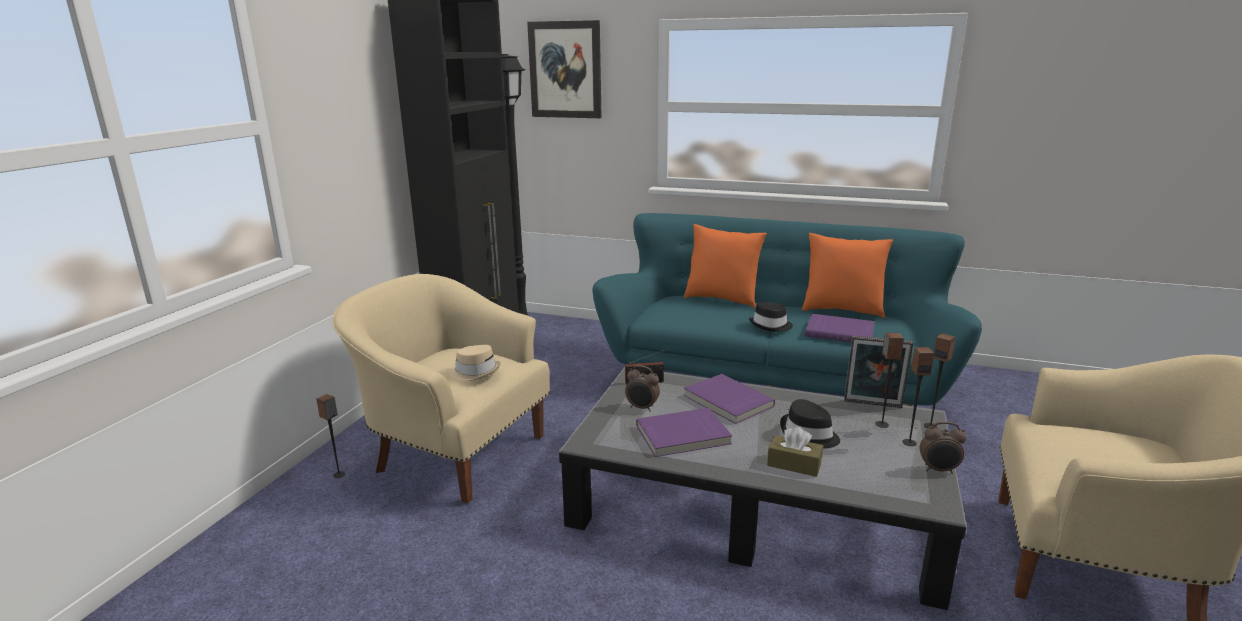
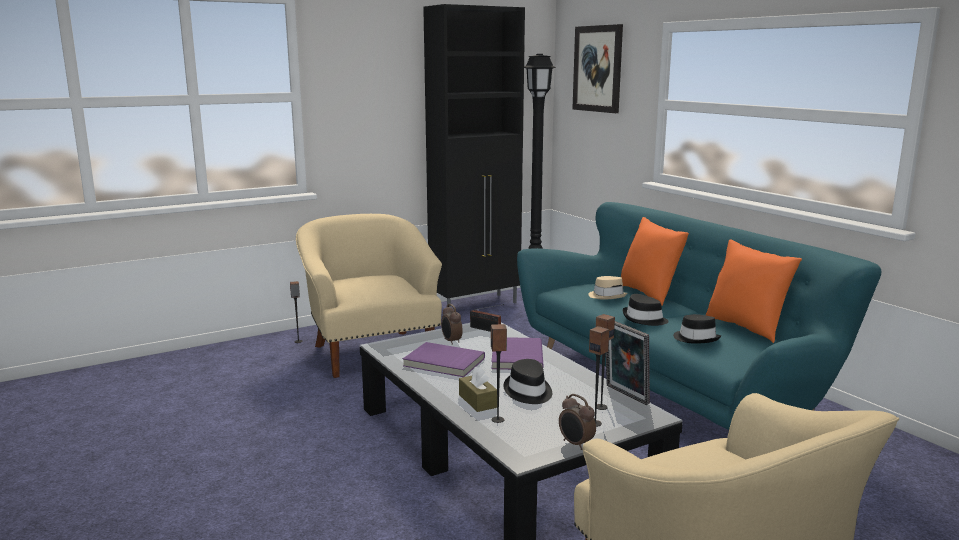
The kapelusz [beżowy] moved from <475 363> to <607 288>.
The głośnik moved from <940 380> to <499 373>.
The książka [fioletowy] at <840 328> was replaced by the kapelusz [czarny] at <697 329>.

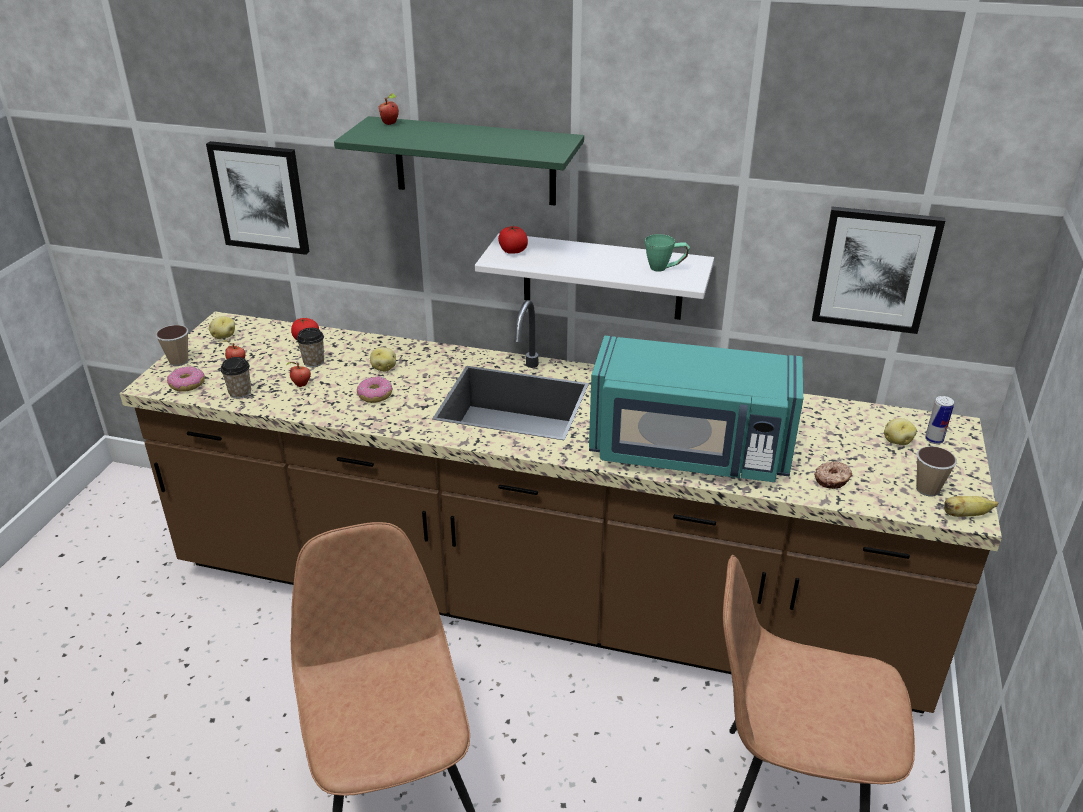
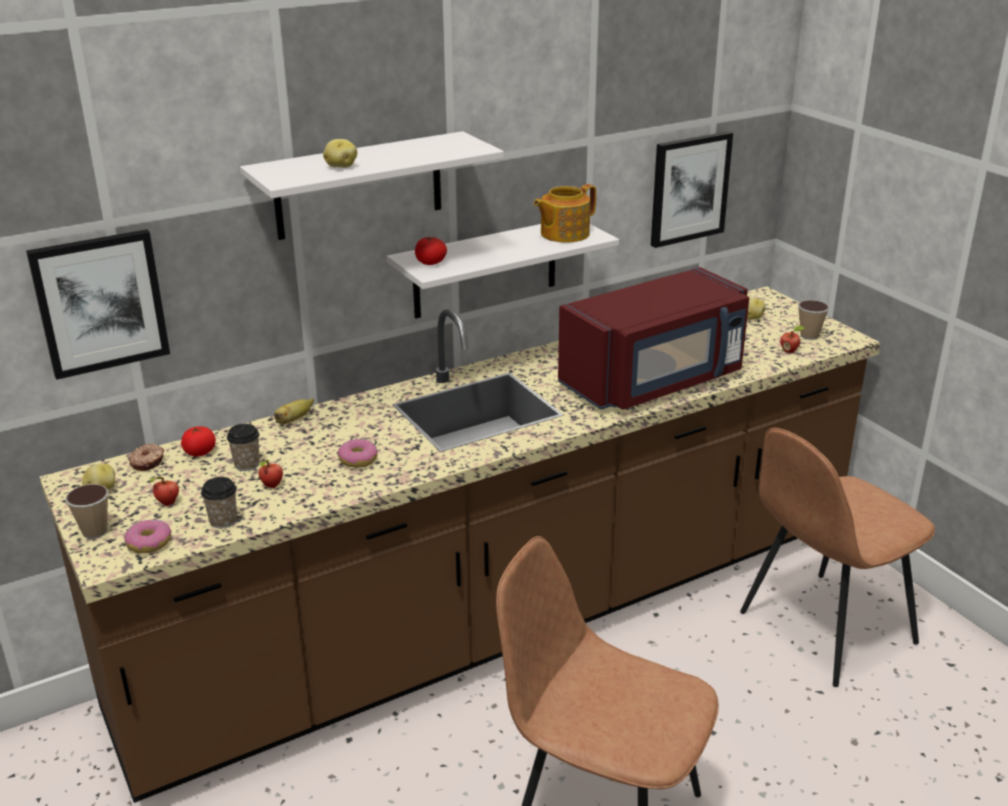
The puszka at <939 420> disappeared.
The ziemniak moved from <383 359> to <340 153>.
The jabłko moved from <389 109> to <792 339>.
The donut moved from <833 475> to <146 457>.
The banan moved from <971 506> to <294 411>.
The kubek [zielony] at <667 253> was replaced by the imbryk at <564 213>.
The półka [zielony] at <459 161> became the półka [biały] at <372 185>.
The mikrofalówka [turkusowy] at <696 409> became the mikrofalówka [czerwony] at <653 338>.

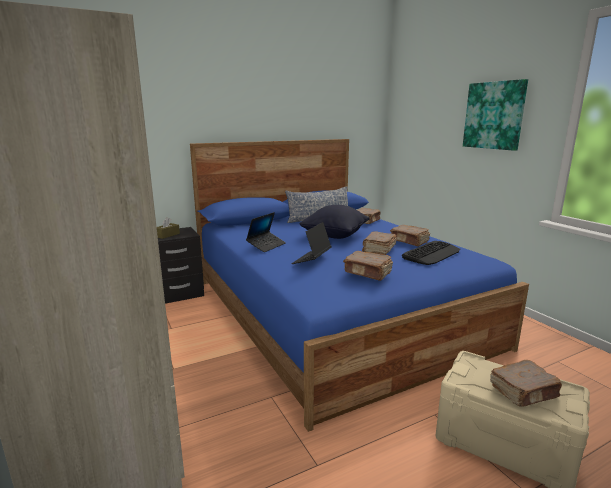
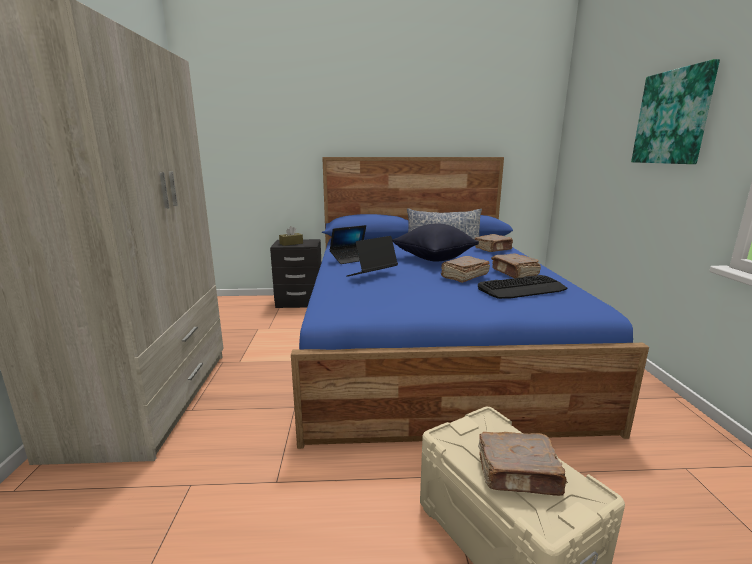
The książka [brązowy] at <368 266> disappeared.

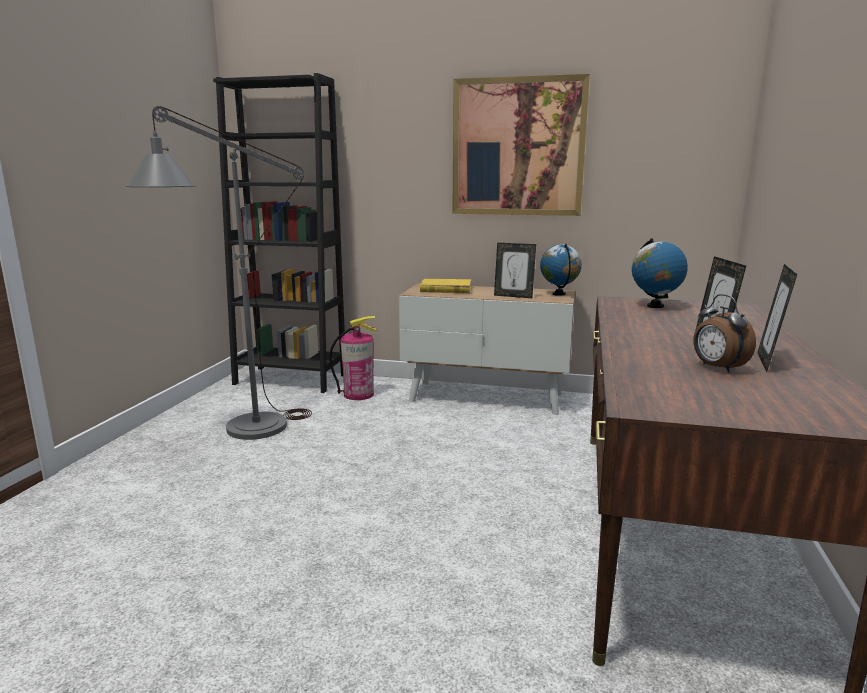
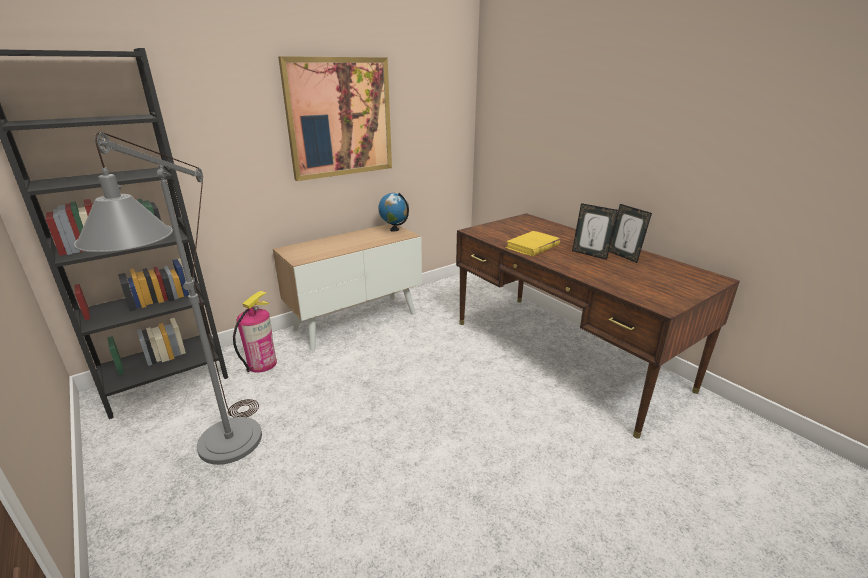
The ramka na zdjęcie at <515 270> disappeared.
The globus at <660 273> disappeared.
The budzik at <724 333> disappeared.
The książka [żółty] moved from <445 286> to <532 244>.

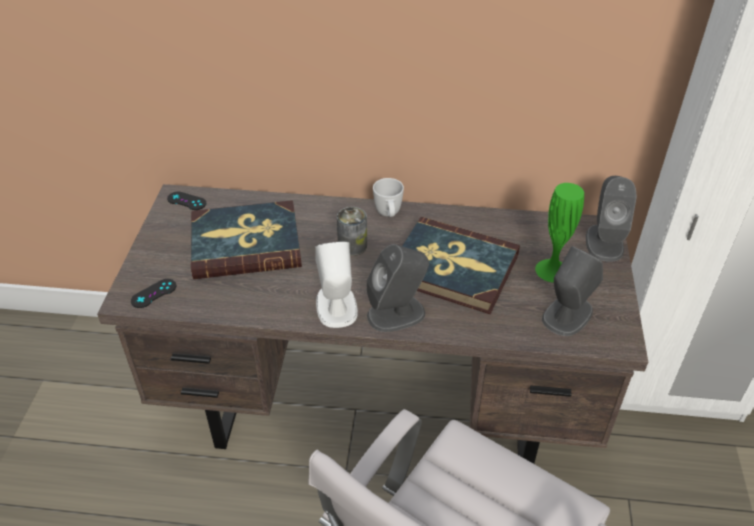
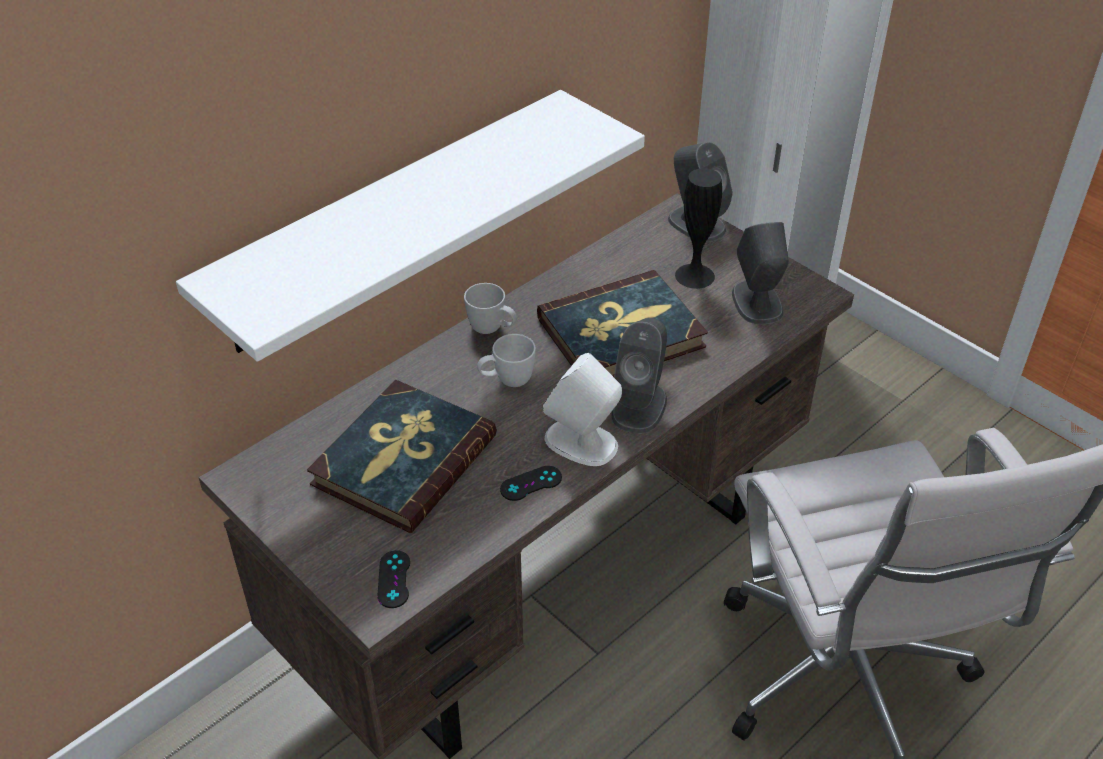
The półka [biały] at <410 226> appeared.
The pad do gier [czarny] moved from <186 200> to <531 483>.
The puszka at <352 231> was replaced by the kubek [biały] at <506 360>.
The wazon [zielony] at <559 232> became the wazon [czarny] at <698 228>.

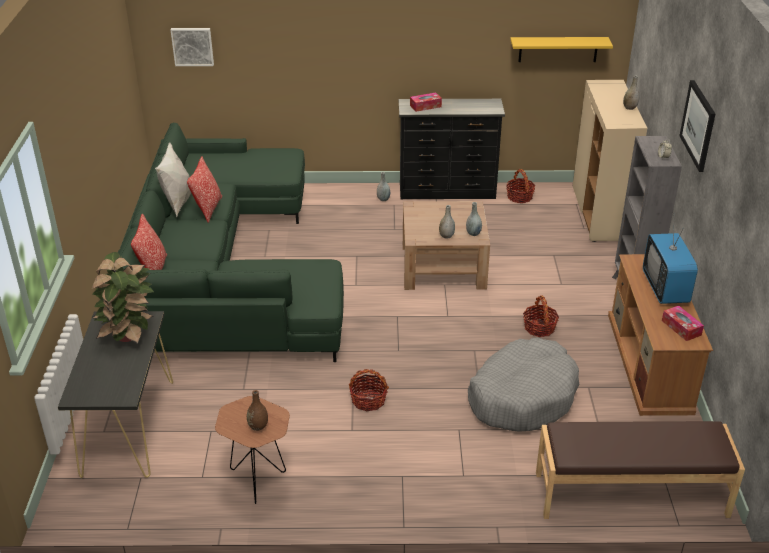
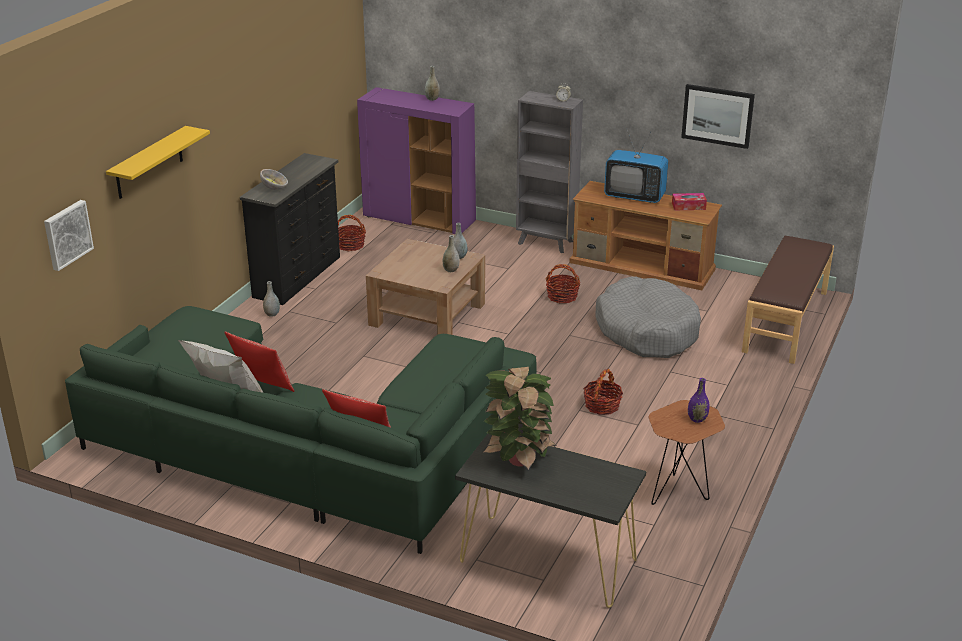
The półka [żółty] moved from <561 49> to <158 162>.
The obraz moved from <697 126> to <718 116>.
The pudełko chusteczek at <426 102> was replaced by the miska at <274 179>.
The wazon [brązowy] at <257 410> became the wazon [fioletowy] at <698 400>.
The szafka [beżowy] at <610 161> became the szafka [fioletowy] at <416 160>.

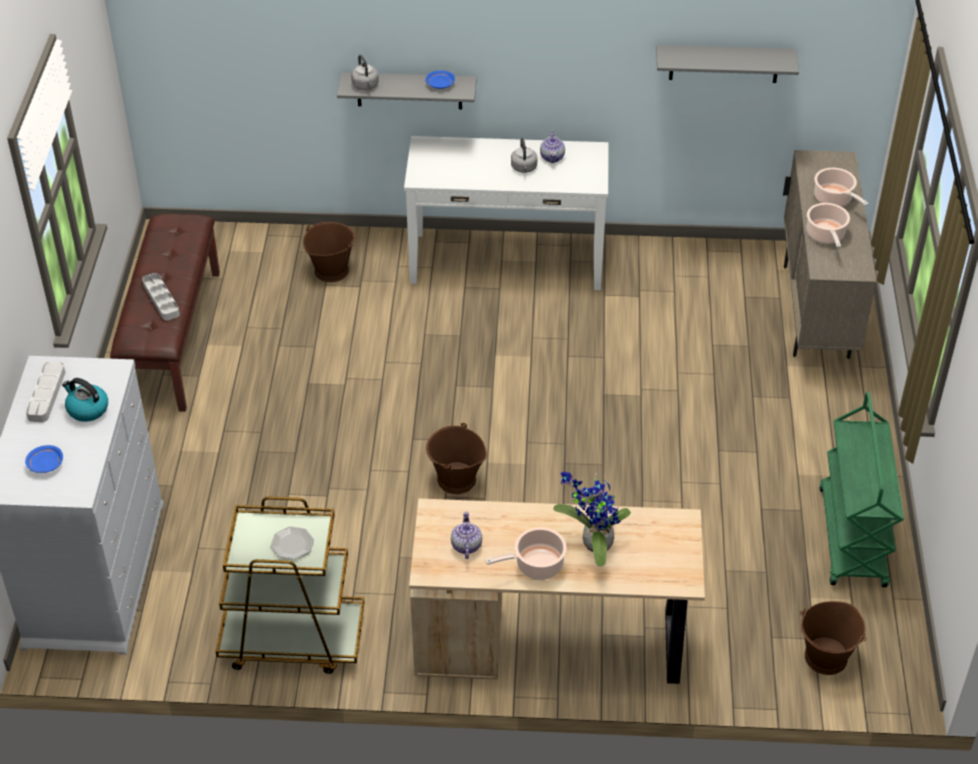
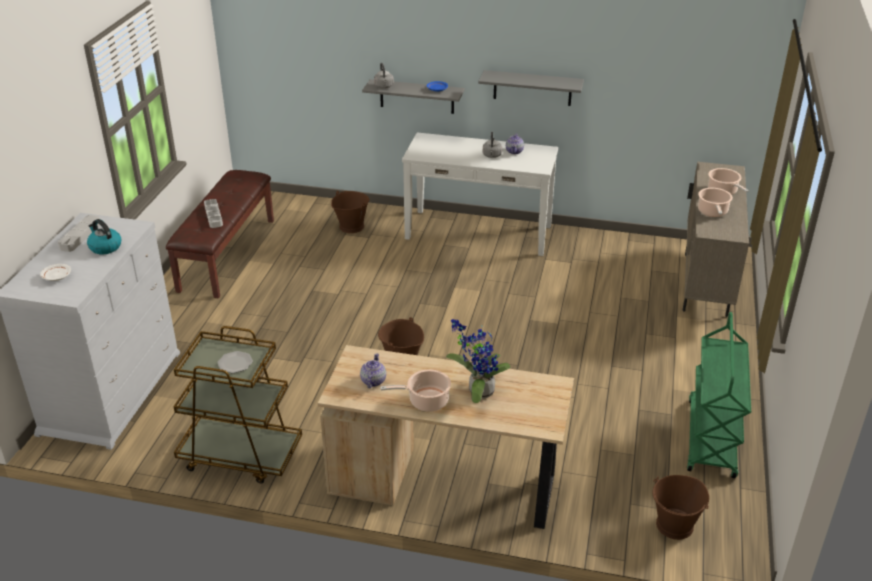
The półka [szary] moved from <727 64> to <531 88>.
The talerz [niebieski] at <44 459> became the talerz [biały] at <55 272>.

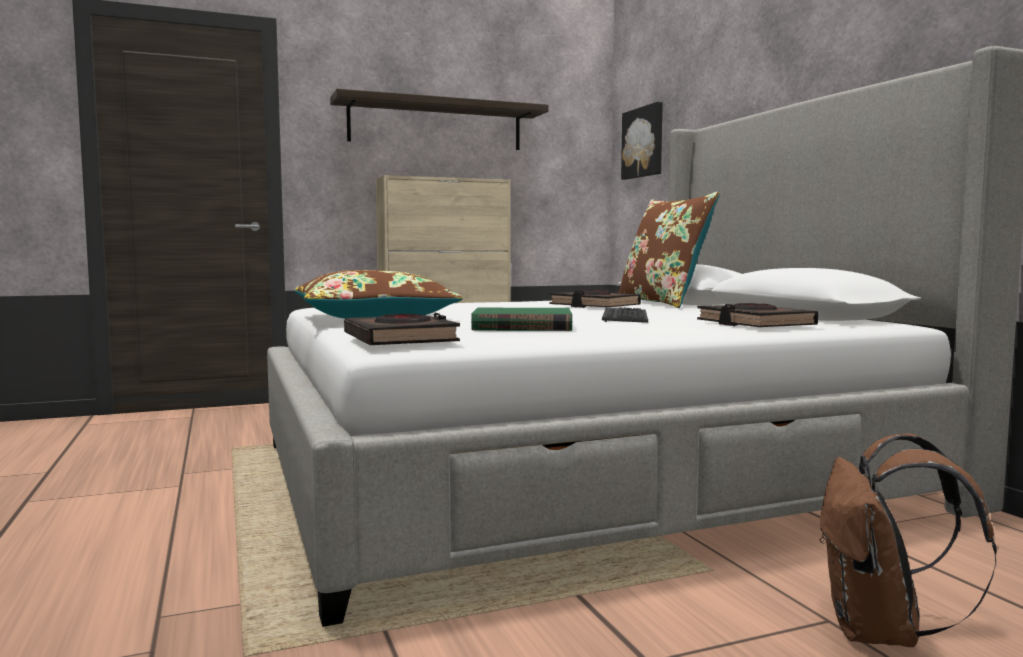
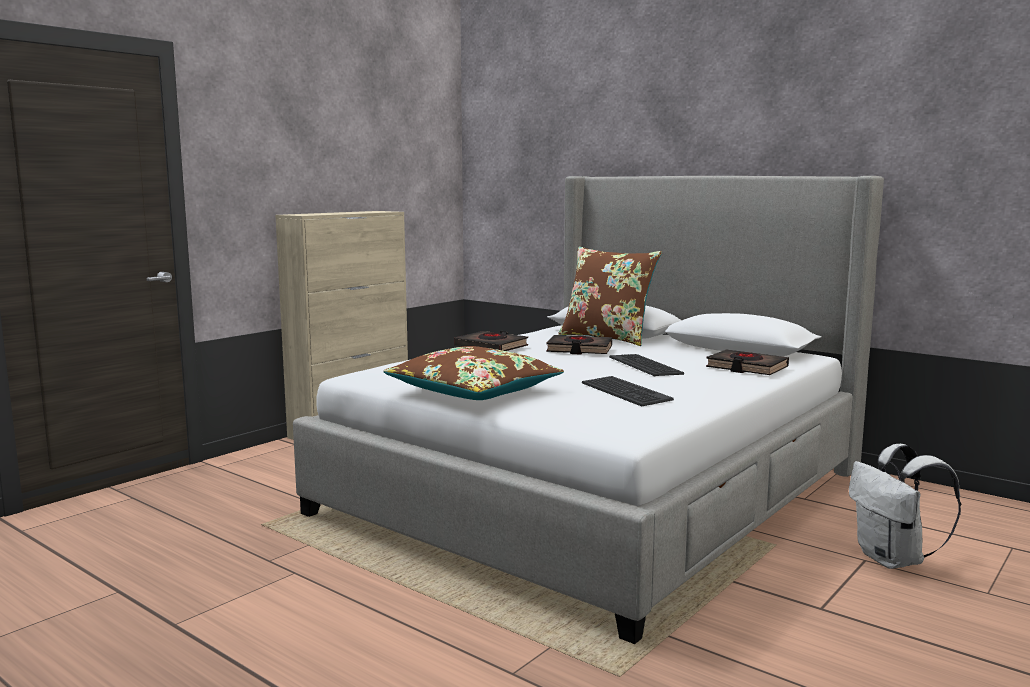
The półka at <439 119> disappeared.
The obraz at <642 141> disappeared.
The książka [czarny] moved from <402 329> to <491 341>.
The książka [zielony] at <521 319> was replaced by the klawiatura at <628 391>.
The plecak [brązowy] at <908 540> became the plecak [biały] at <905 506>.

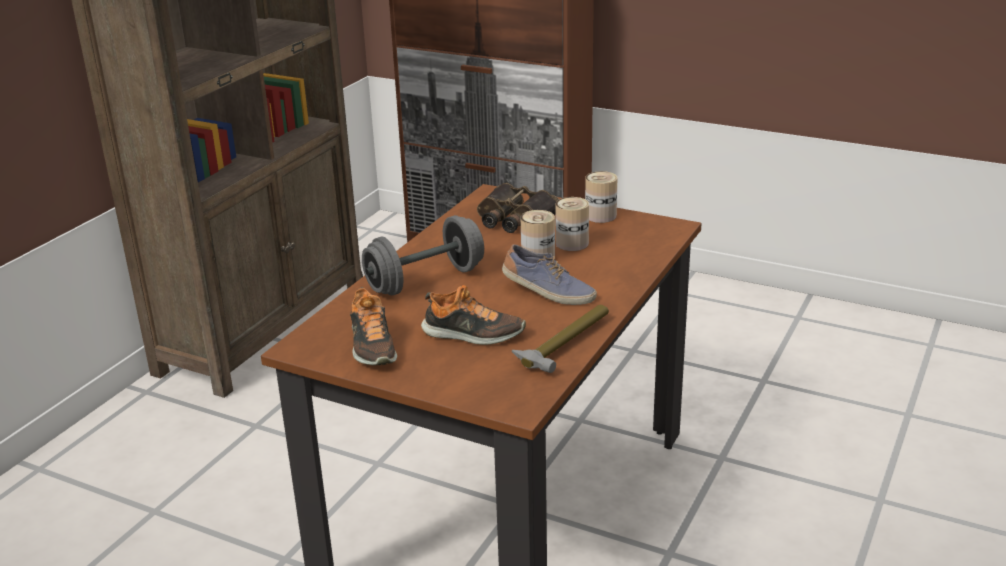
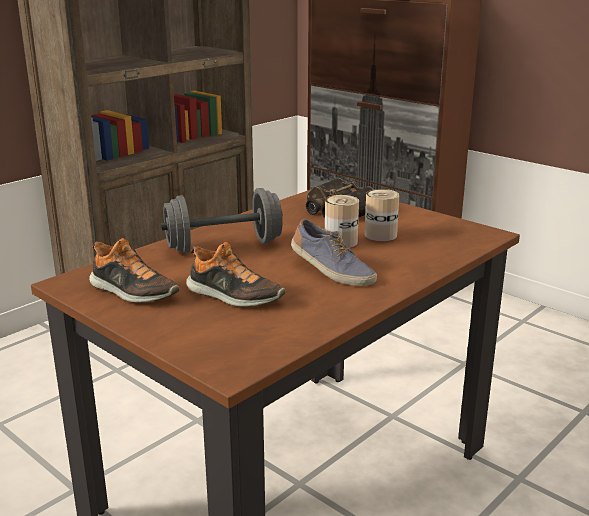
The młotek at <560 339> disappeared.
The puszka at <601 197> disappeared.
The but at <373 326> turned 60 degrees counterclockwise.

